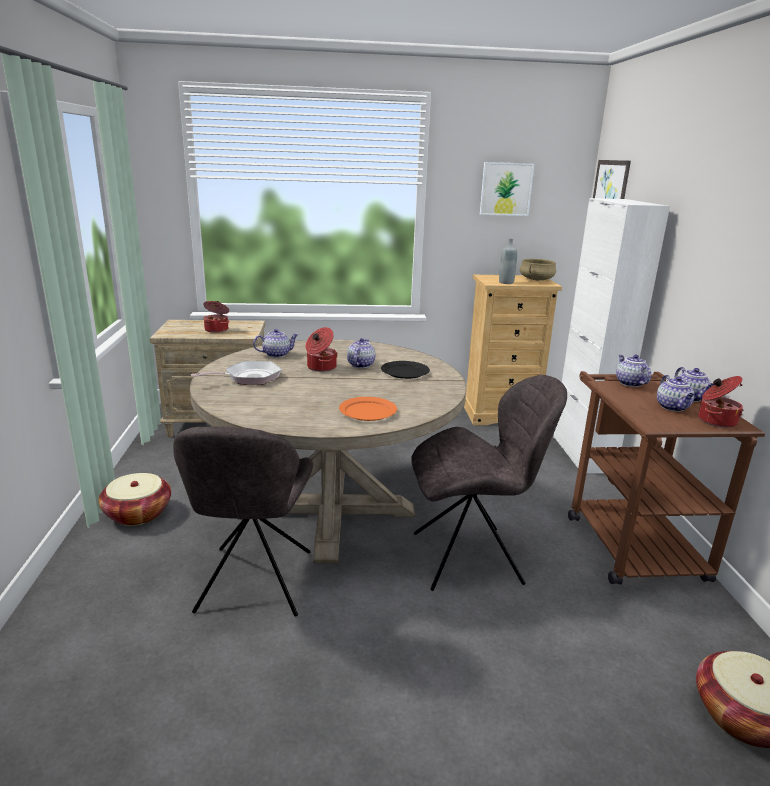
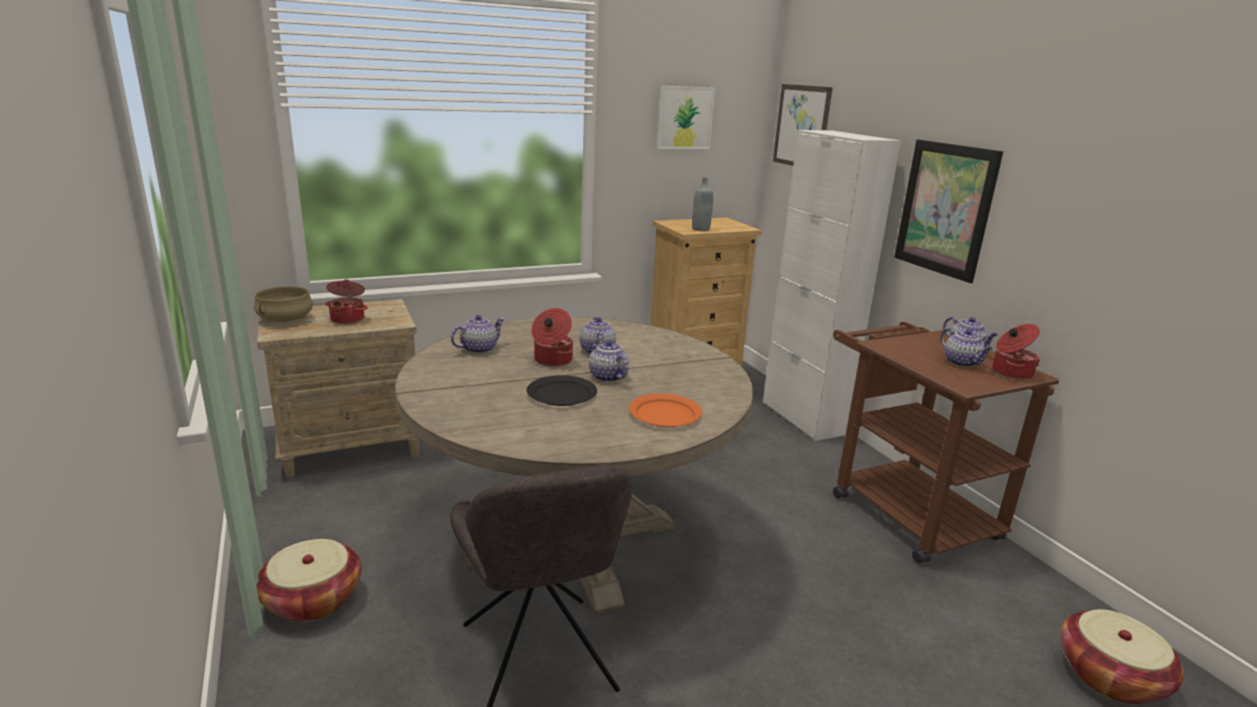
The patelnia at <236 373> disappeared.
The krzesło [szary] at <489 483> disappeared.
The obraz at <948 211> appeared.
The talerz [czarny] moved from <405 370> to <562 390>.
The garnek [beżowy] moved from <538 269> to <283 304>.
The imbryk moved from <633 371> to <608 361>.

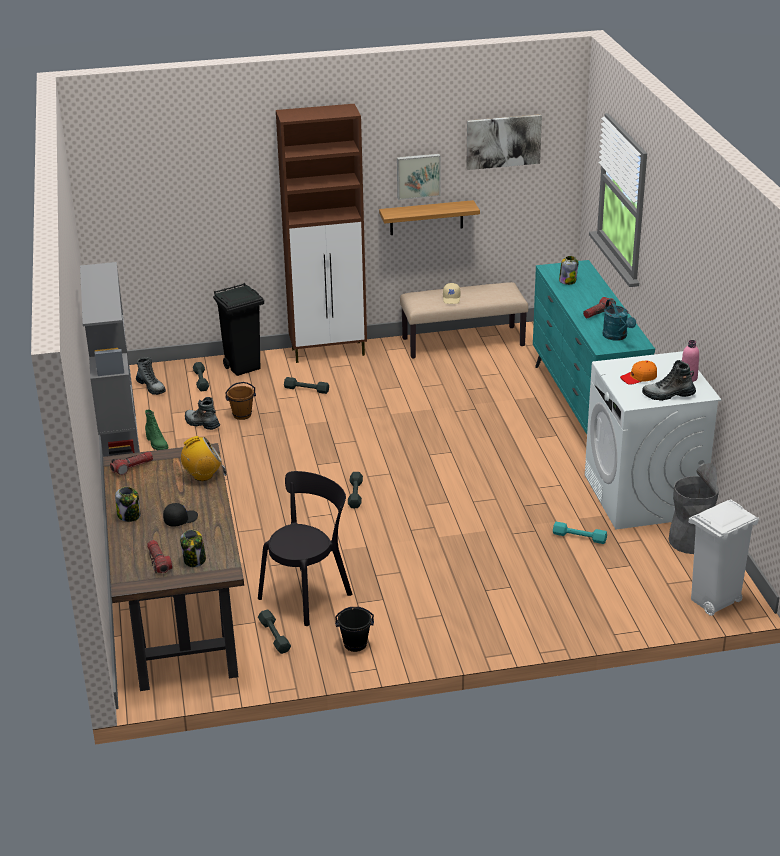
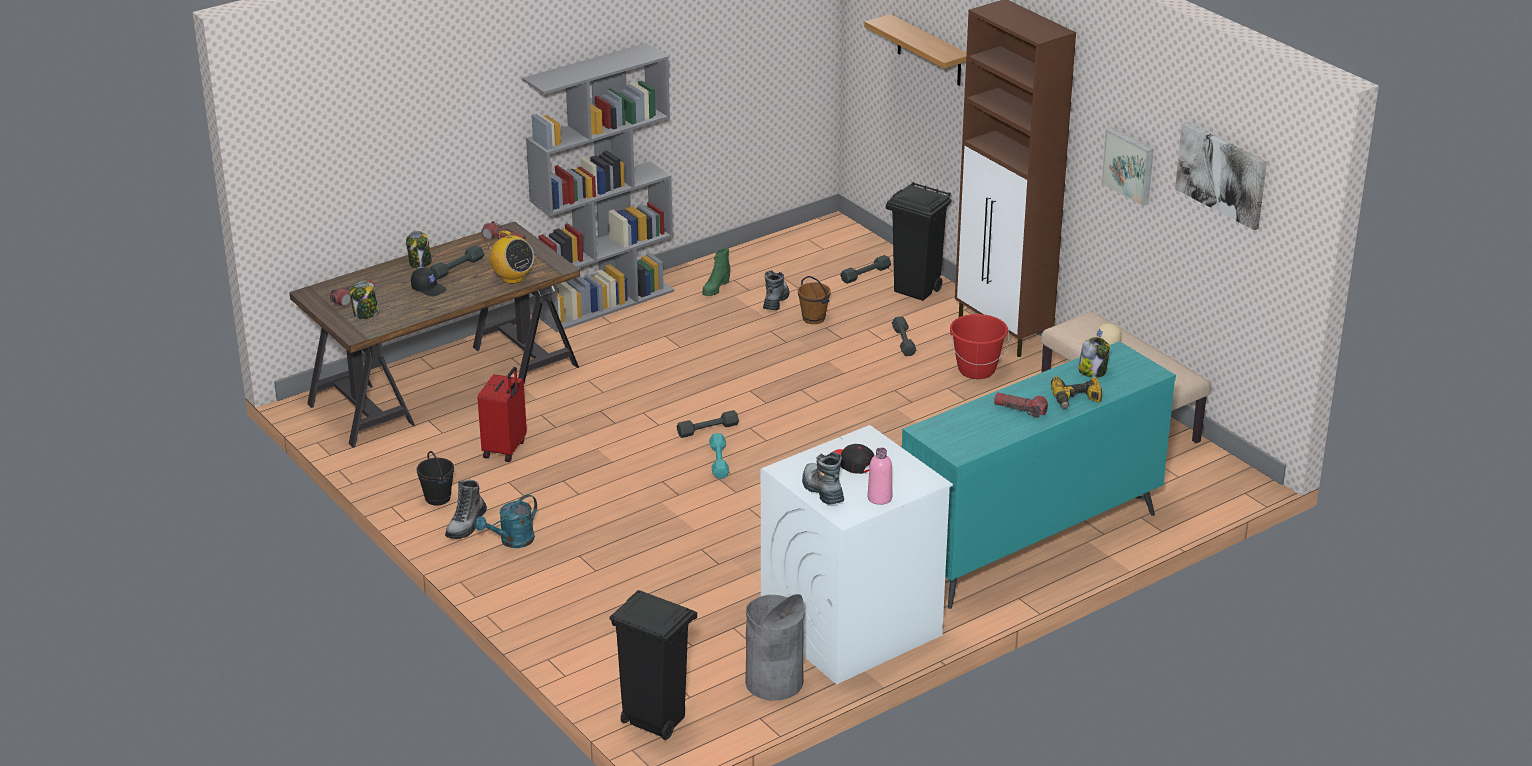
The wiadro [czerwony] at <979 346> appeared.
The wiertarka at <1076 392> appeared.
The but z cholewką moved from <151 376> to <466 509>.
The hantel [szary] moved from <274 632> to <457 262>.
The półka moved from <429 217> to <915 50>.
The hantel [turkusowy] moved from <580 533> to <719 456>.
The konewka [turkusowy] moved from <619 320> to <506 521>.
The krzesło [czarny] at <305 548> was replaced by the walizka [czerwony] at <502 414>.
The czapka z daszkiem [pomarańczowy] at <638 373> became the czapka z daszkiem [czarny] at <853 459>.
The kosz na śmieci [biały] at <724 557> became the kosz na śmieci [czarny] at <653 665>.

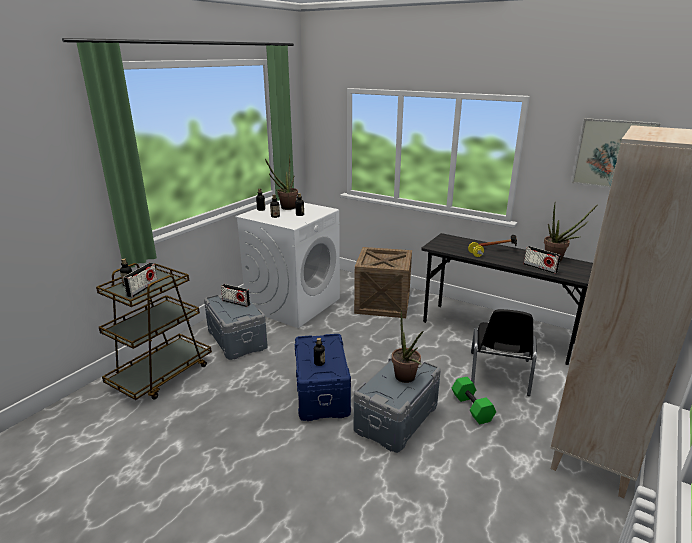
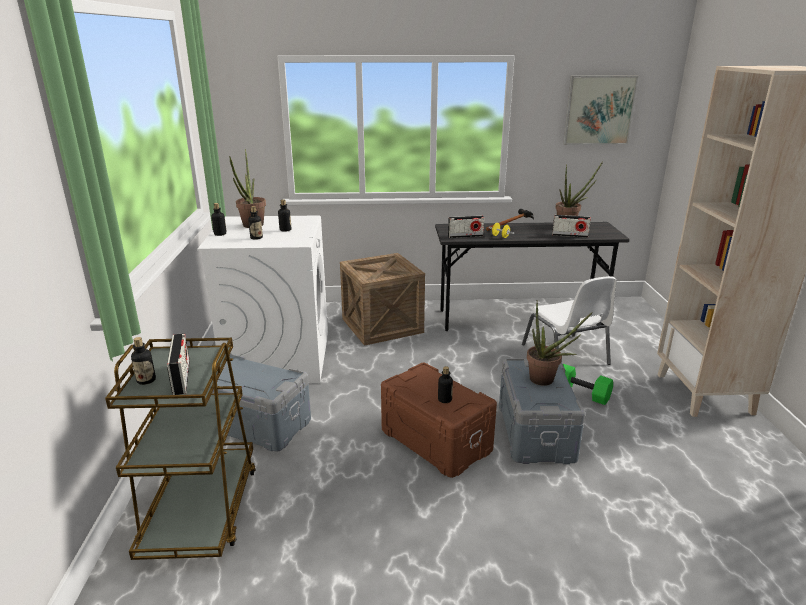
The radio moved from <235 295> to <466 227>.
The pojemnik do przechowywania [niebieski] at <323 377> became the pojemnik do przechowywania [brązowy] at <439 420>.
The krzesło [czarny] at <504 352> became the krzesło [biały] at <569 320>.

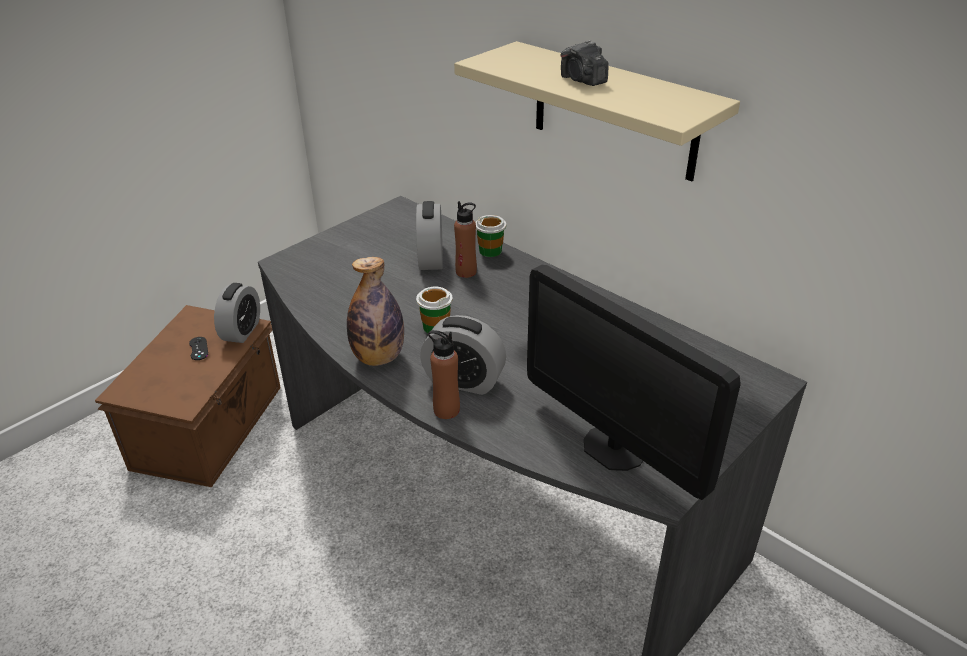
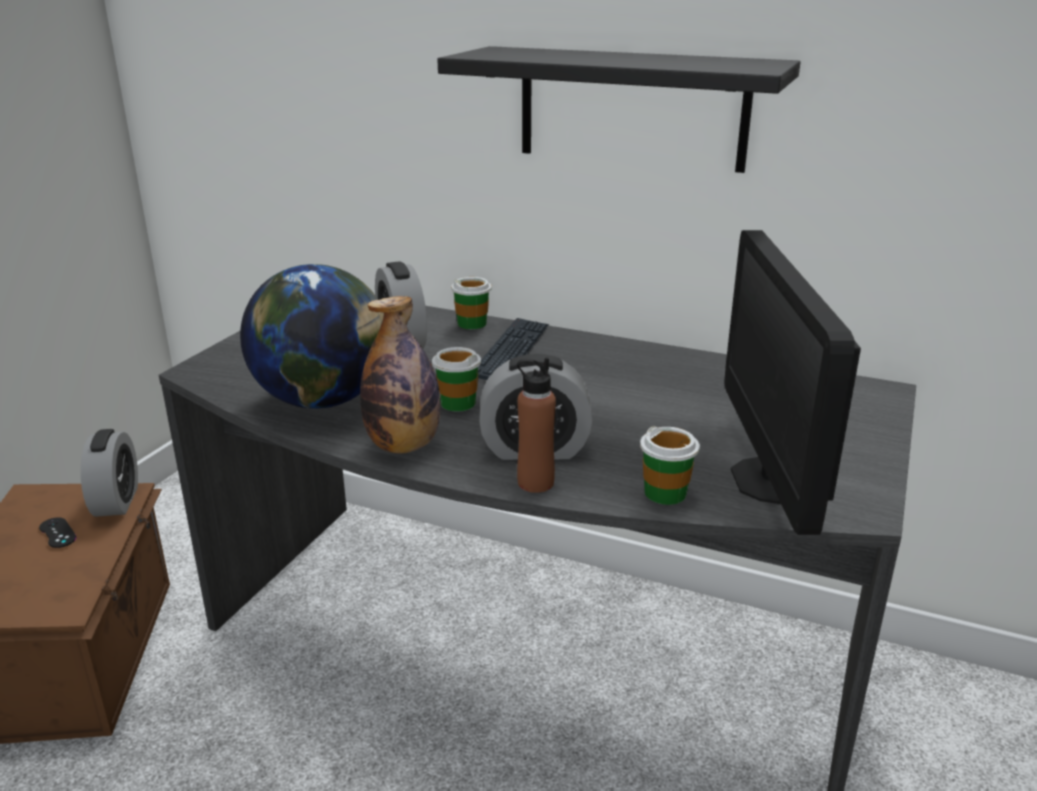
The butelka [brązowy] at <465 239> disappeared.
The aparat fotograficzny at <584 63> disappeared.
The globus at <312 336> appeared.
The klawiatura at <513 349> appeared.
The filiżanka at <670 465> appeared.
The półka [beżowy] at <597 111> became the półka [czarny] at <619 109>.
The monitor at <634 382> turned 60 degrees clockwise.

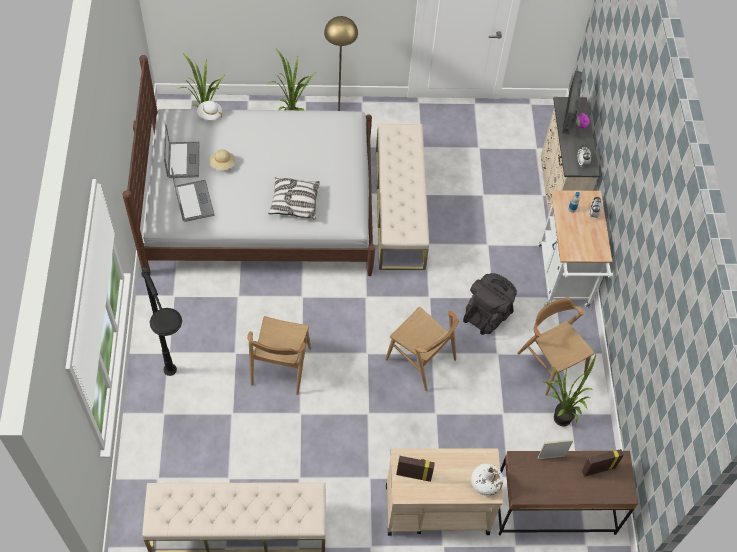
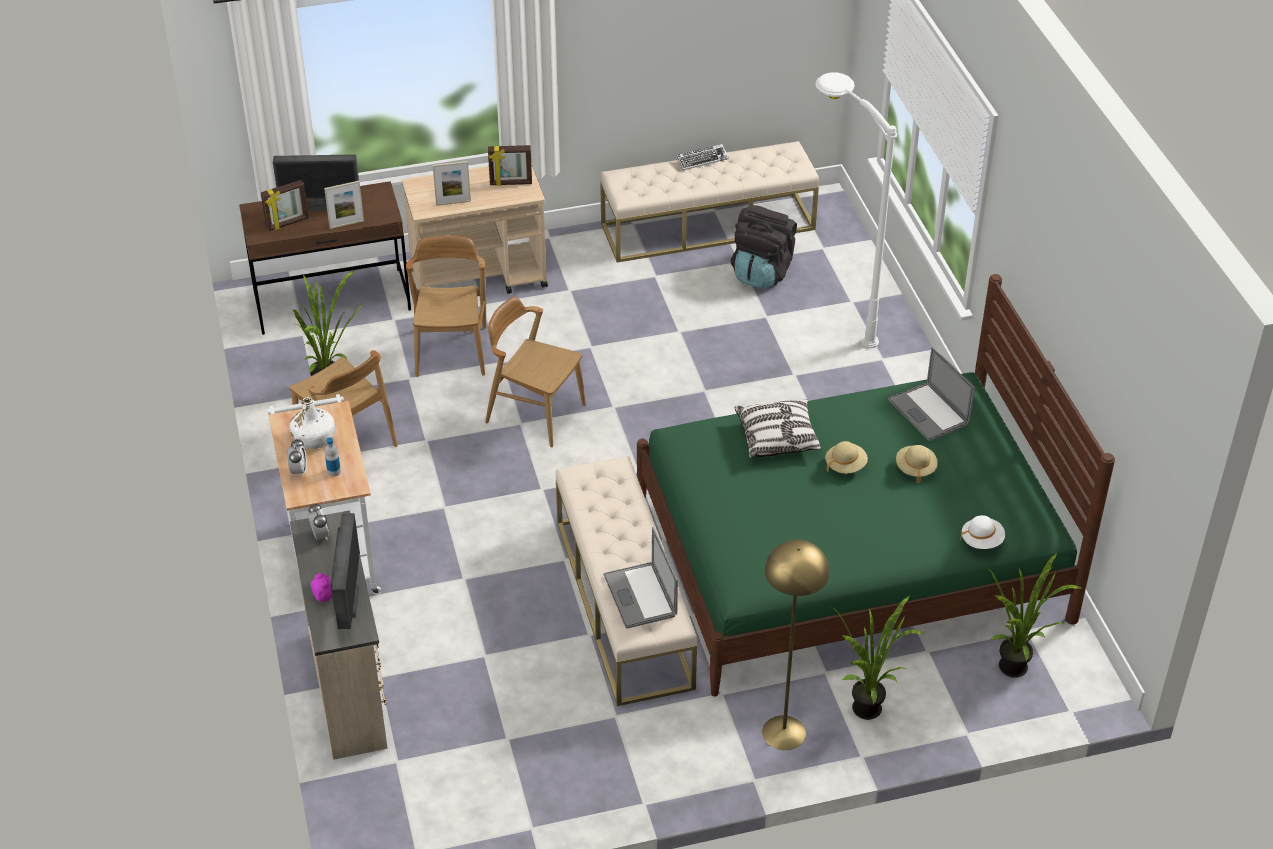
The monitor at <316 182> appeared.
The ramka na zdjęcie at <452 183> appeared.
The klawiatura at <703 157> appeared.
The kapelusz [beżowy] at <846 457> appeared.
The laptop moved from <181 151> to <641 578>.
The krzesło [brązowy] moved from <279 355> to <446 306>.
The plecak [czarny] moved from <490 304> to <764 246>.
The butelka [biały] moved from <487 480> to <312 423>.
The łóżko [biały] at <248 165> became the łóżko [zielony] at <876 485>.
The lampa stojąca [czarny] at <161 322> became the lampa stojąca [biały] at <856 210>.

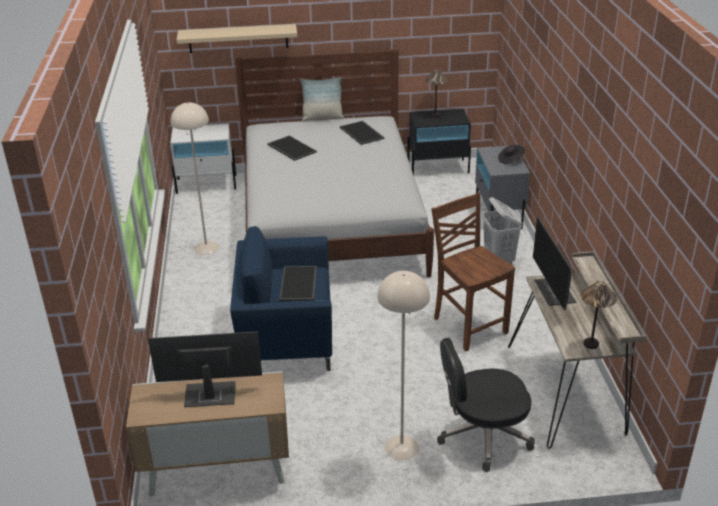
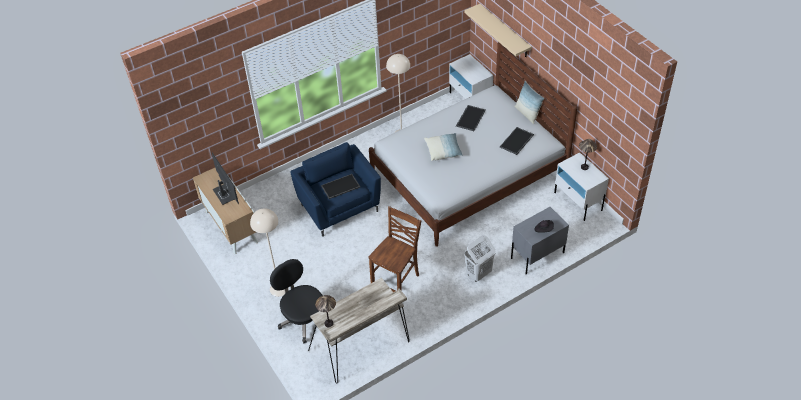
The monitor at <554 264> disappeared.
The poduszka at <443 147> appeared.
The szafka nocna [czarny] at <439 142> became the szafka nocna [biały] at <581 186>.

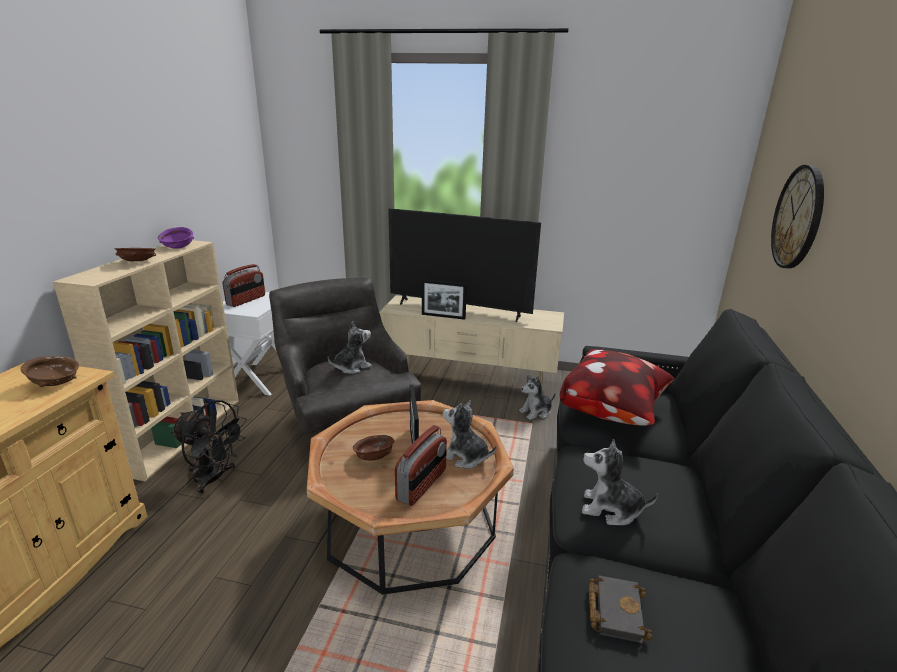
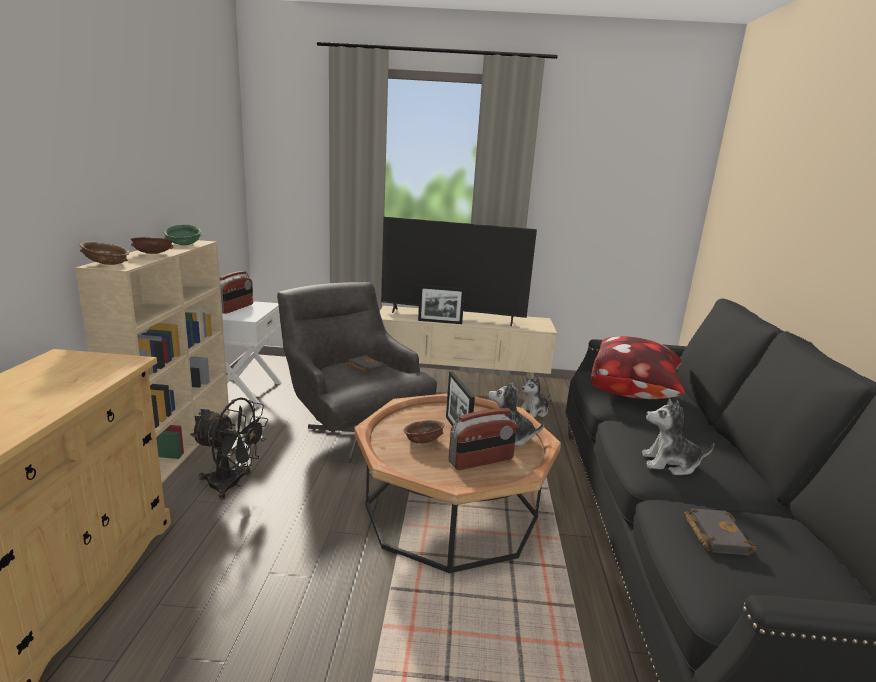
The zegar ścienny at <797 216> disappeared.
The miska [brązowy] moved from <50 371> to <104 253>.
The pluszak at <350 347> was replaced by the książka [czarny] at <366 364>.
The miska [fioletowy] at <176 237> became the miska [zielony] at <182 234>.
The radio at <421 465> turned 45 degrees clockwise.

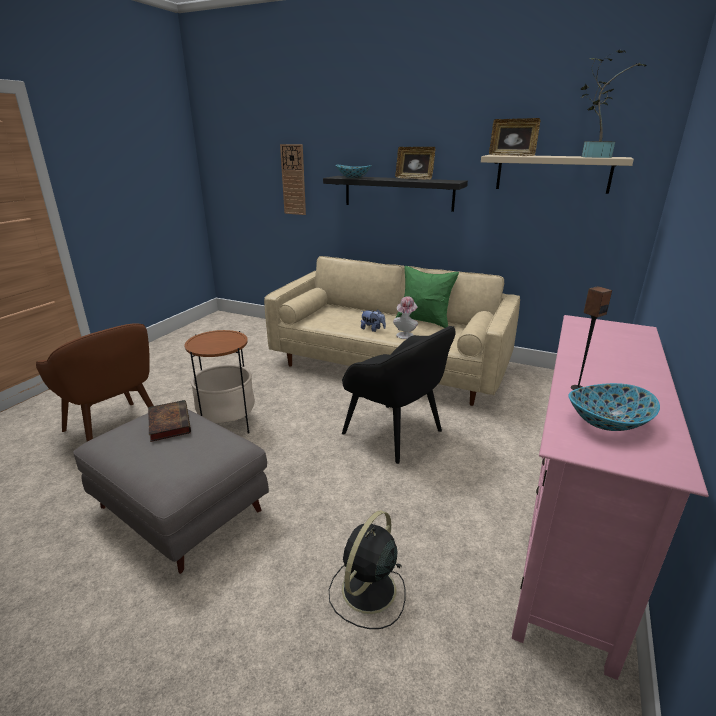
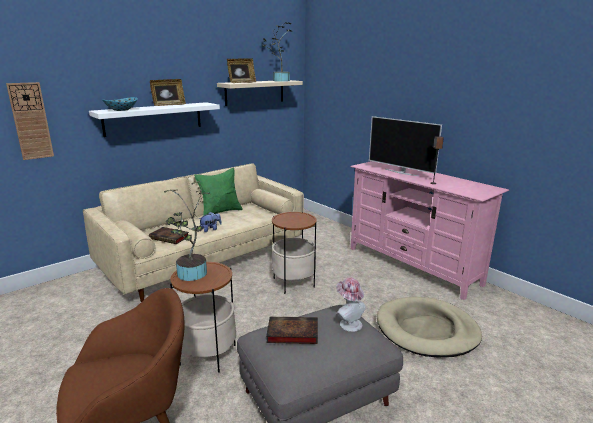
The miska at <614 407> disappeared.
The książka at <169 235> appeared.
The roślina doniczkowa at <186 231> appeared.
The telewizor at <405 146> appeared.
The kapelusz moved from <405 317> to <351 305>.
The wentylator [czarny] at <367 569> was replaced by the legowisko [beżowy] at <429 327>.
The fotel [czarny] at <399 395> was replaced by the stolik at <294 253>.
The półka [czarny] at <395 194> became the półka [biały] at <154 119>.

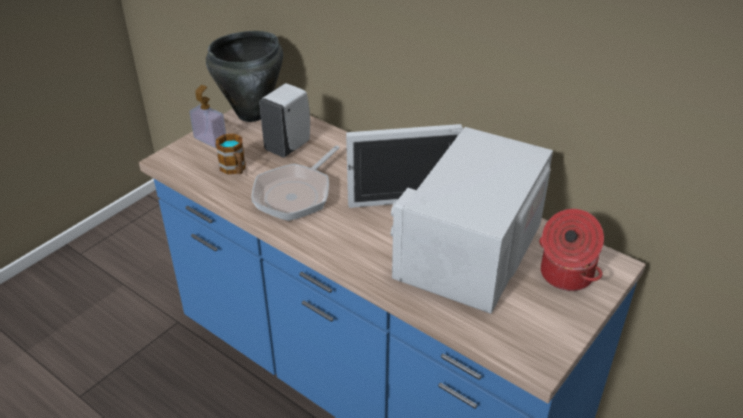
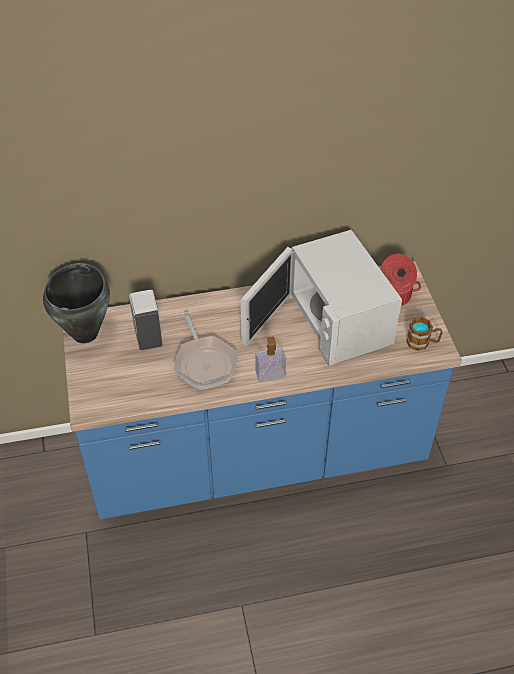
The dozownik mydła moved from <207 116> to <270 359>.
The kubek moved from <231 154> to <424 334>.

